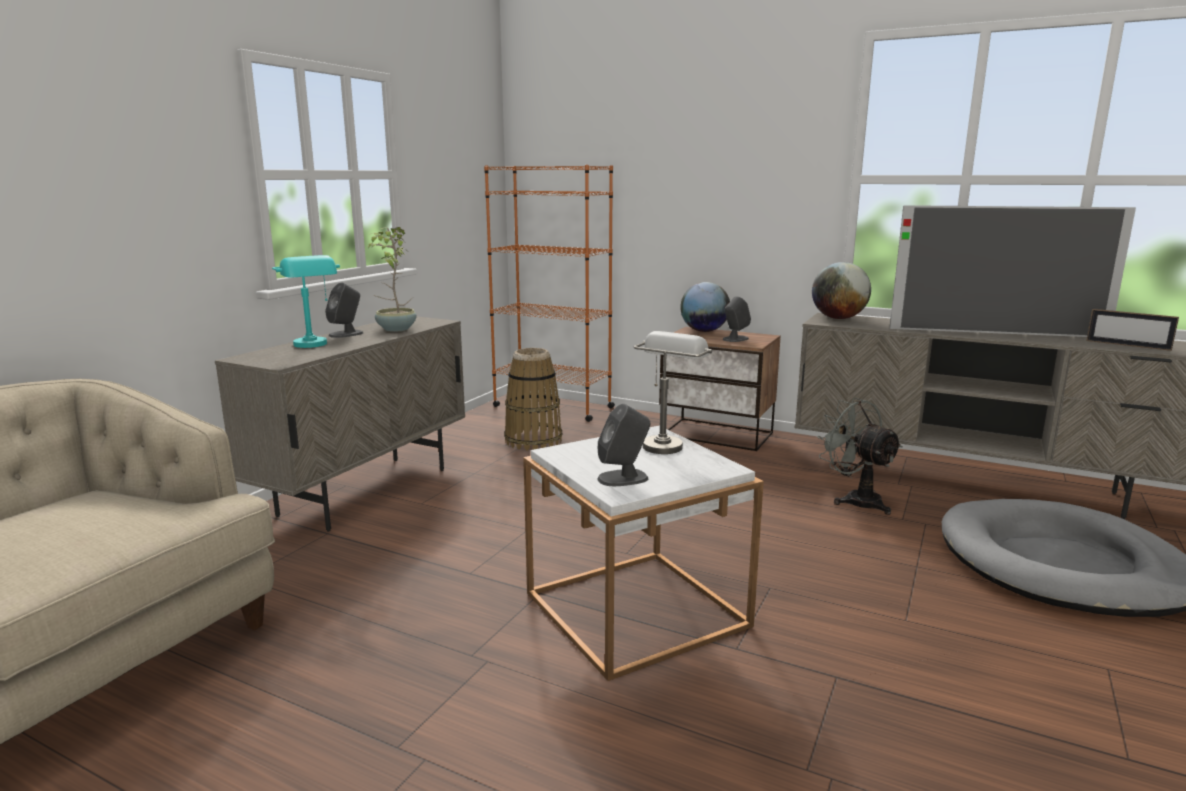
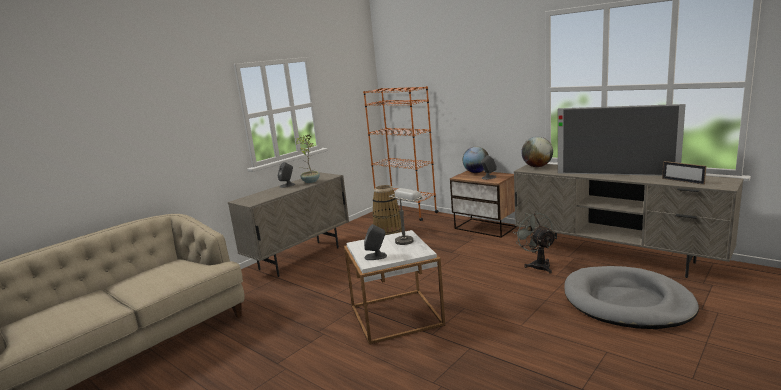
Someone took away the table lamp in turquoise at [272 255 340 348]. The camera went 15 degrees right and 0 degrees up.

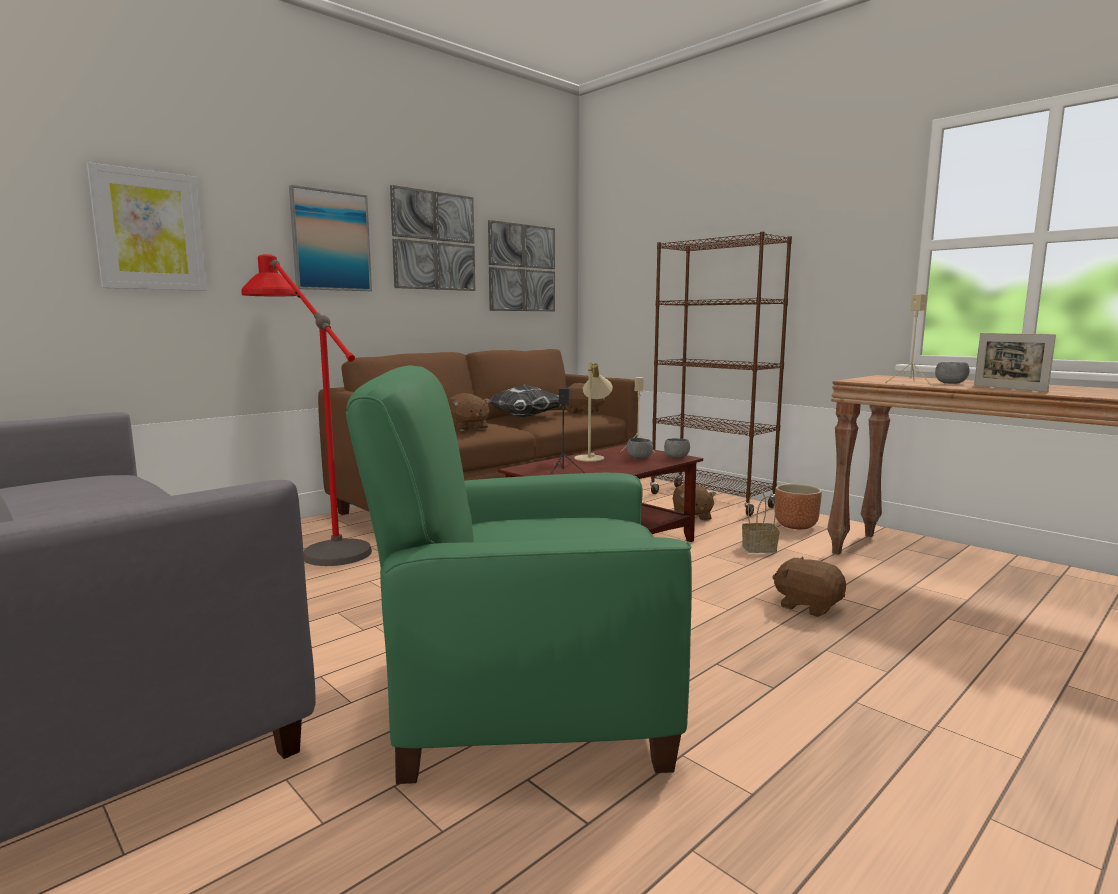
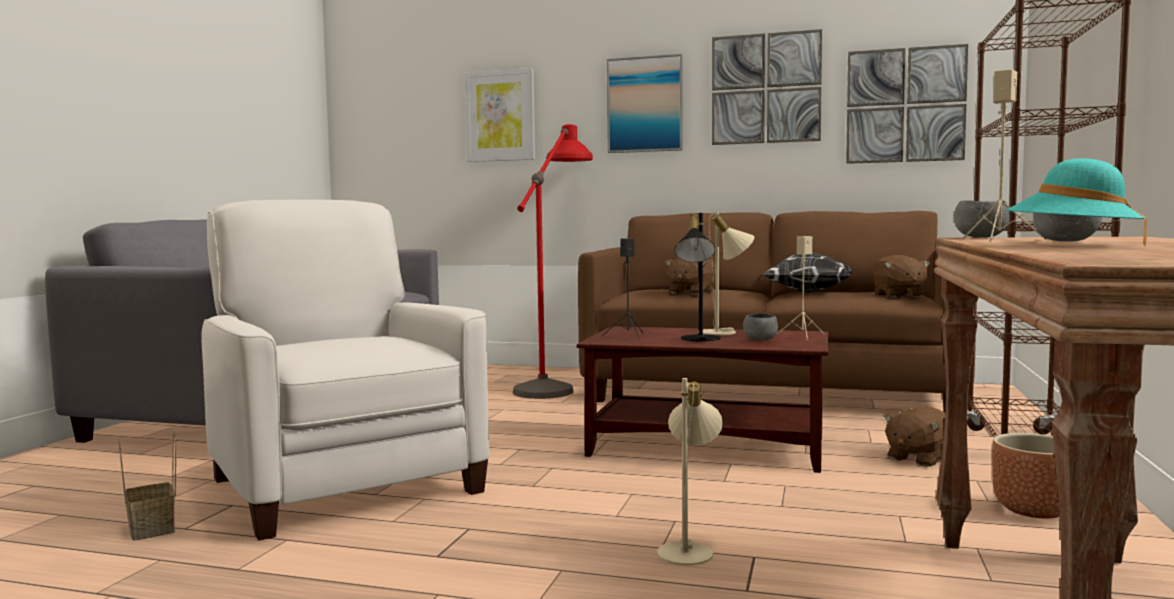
Someone swapped the picture frame at [974 333 1056 392] for the hat in turquoise at [1006 158 1147 246]. Someone repainted the armchair in green at [346 365 692 784], which became the armchair in white at [201 200 489 541]. Someone carried the bowl in grey from [664 438 690 458] to [954 200 1010 238]. Someone carried the basket from [742 489 780 553] to [118 431 176 540]. Someone swapped the plush toy in brown at [772 557 846 617] for the table lamp in beige at [657 378 723 565]. Someone put down the table lamp in black at [675 213 721 342]. The camera went 60 degrees right and 5 degrees down.

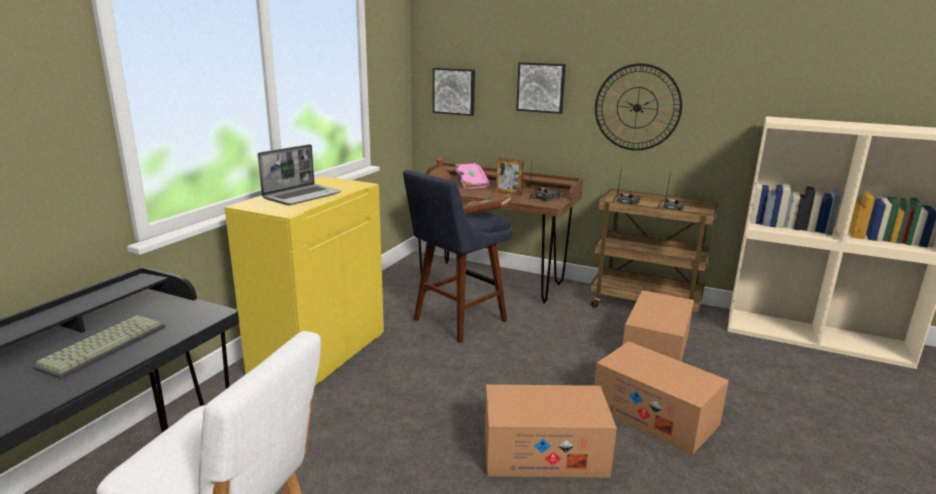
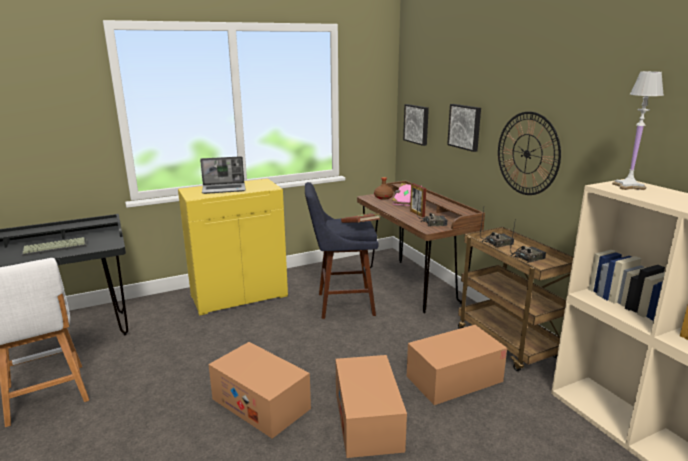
Someone put down the table lamp in white at [612 71 664 190]. The camera went 40 degrees right and 0 degrees up.

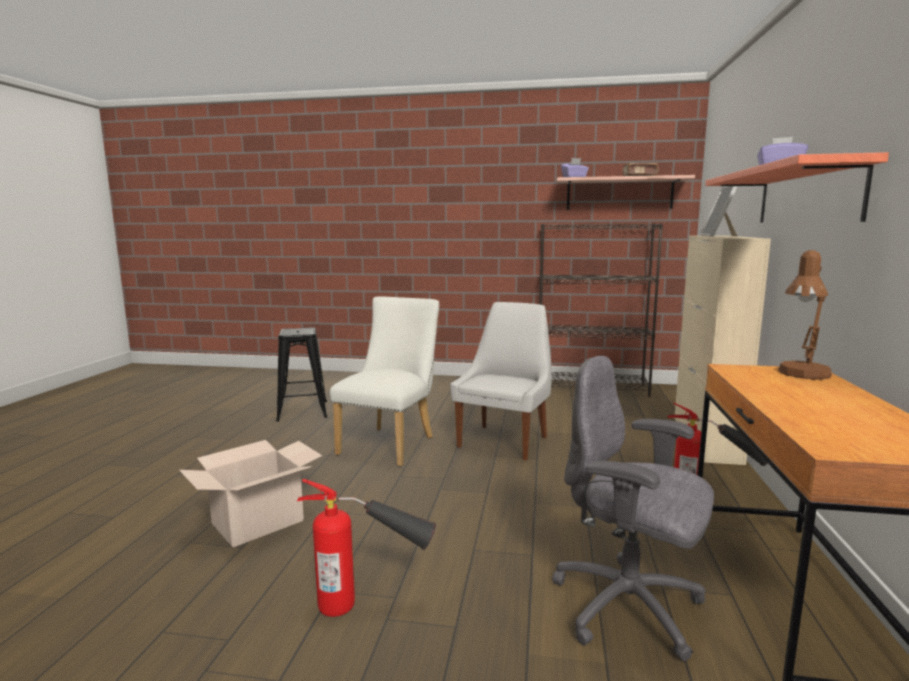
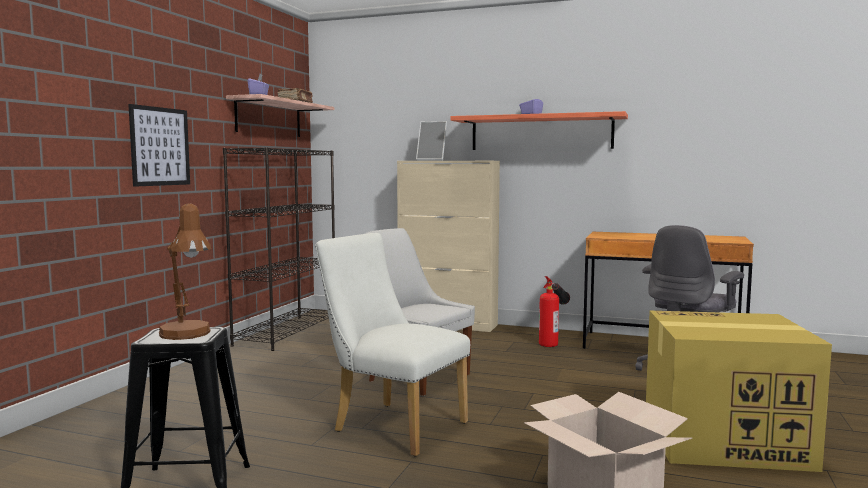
Someone carried the table lamp in brown from [779 250 832 380] to [159 203 211 340]. Someone swapped the fire extinguisher at [297 479 436 617] for the cardboard box at [646 311 832 472]. Someone put up the picture at [128 104 190 187]. The camera went 80 degrees left and 5 degrees down.

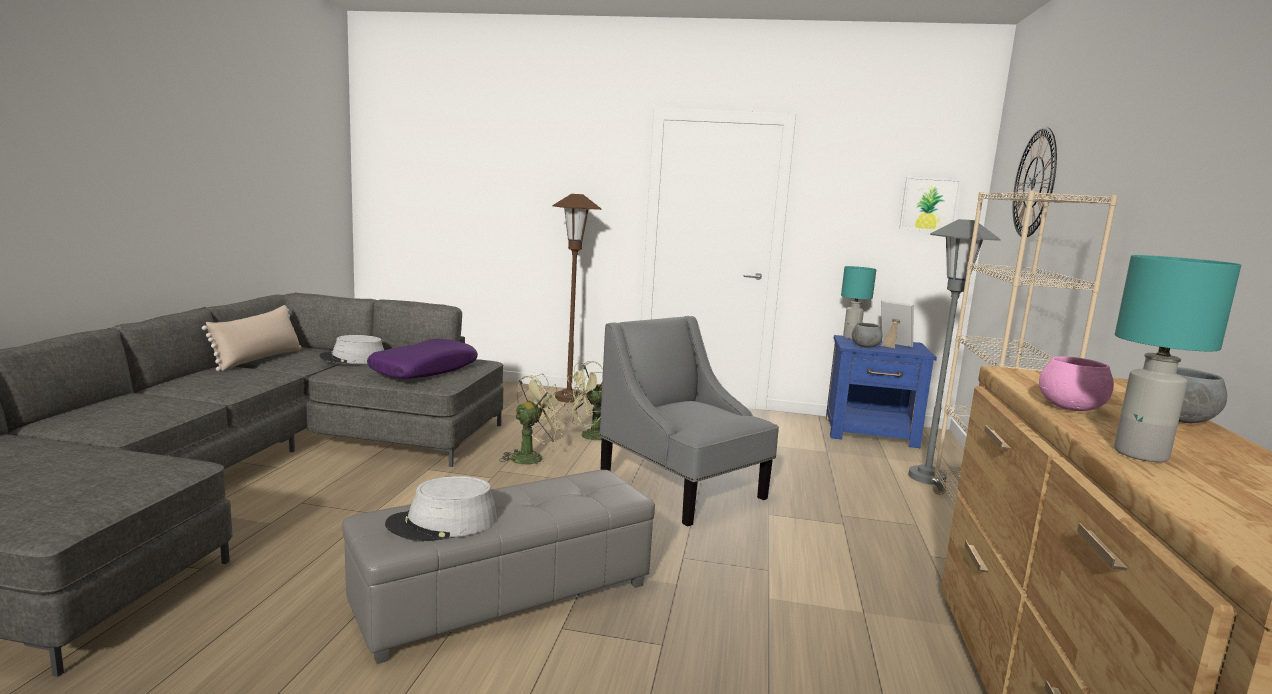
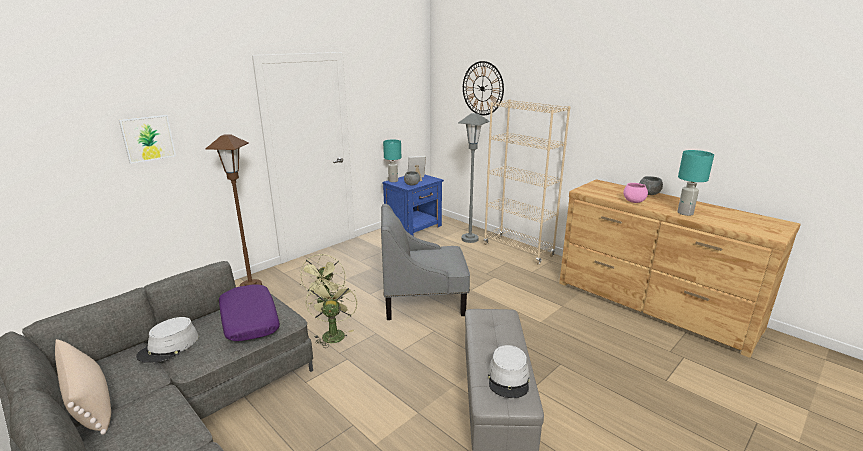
Someone carried the picture from [899 177 961 231] to [119 115 176 164]. The camera went 55 degrees left and 10 degrees up.

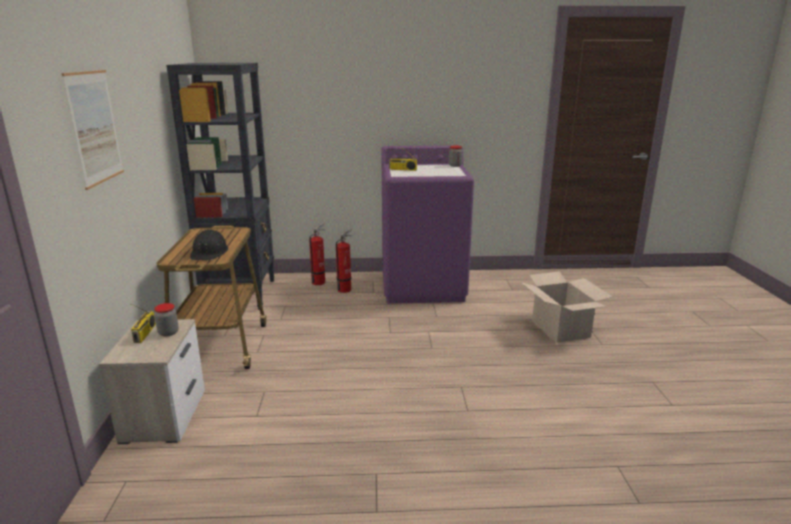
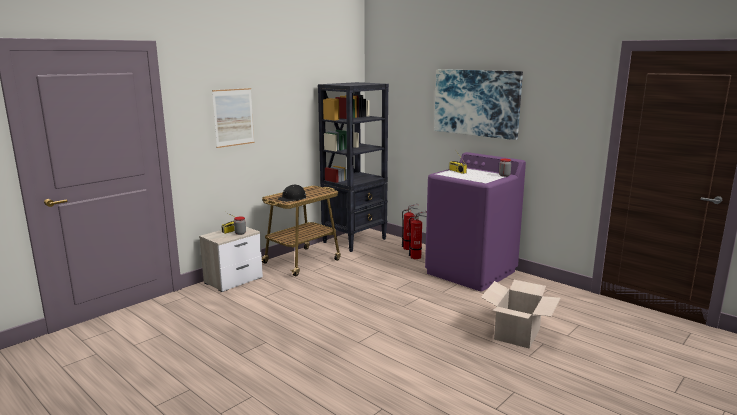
Someone put up the picture at [434 69 523 140]. The camera went 45 degrees right and 5 degrees down.

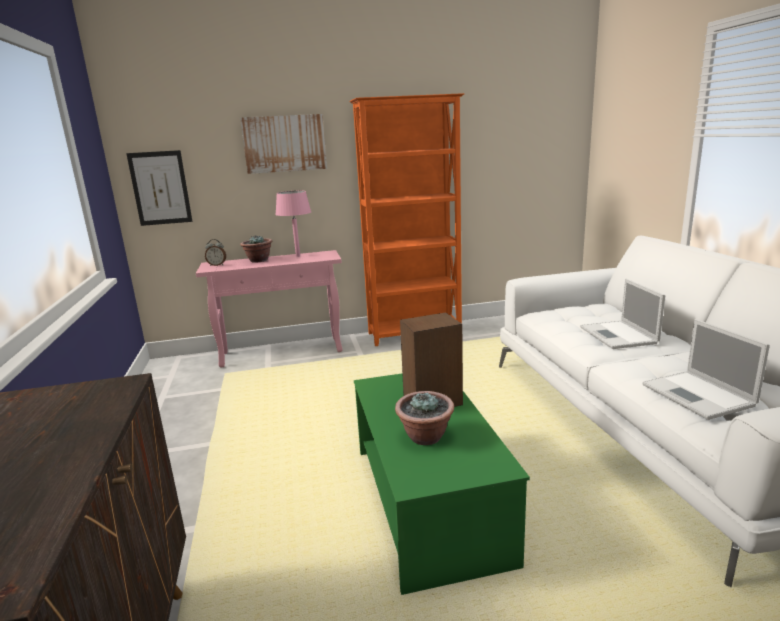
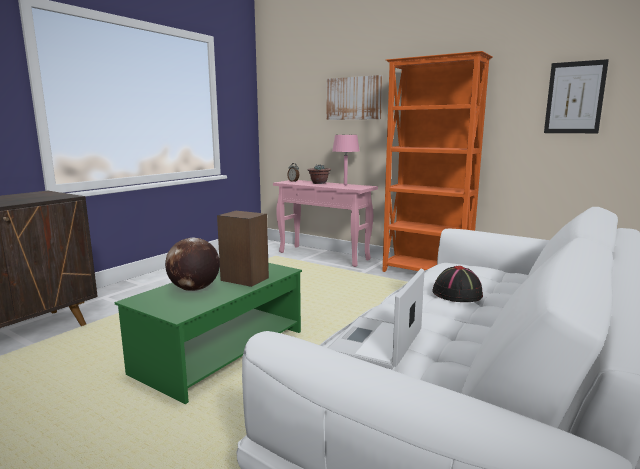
Someone carried the picture from [126 150 192 226] to [544 59 609 133]. Someone swapped the laptop at [580 279 665 349] for the hat in black at [432 266 483 302]. Someone swapped the potted plant at [395 391 454 445] for the globe at [165 238 220 291]. The camera went 45 degrees right and 5 degrees down.

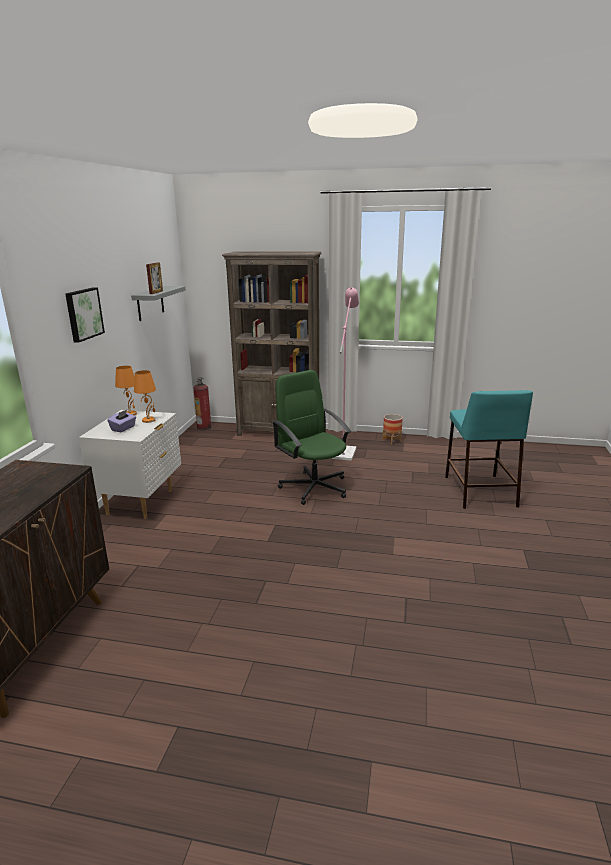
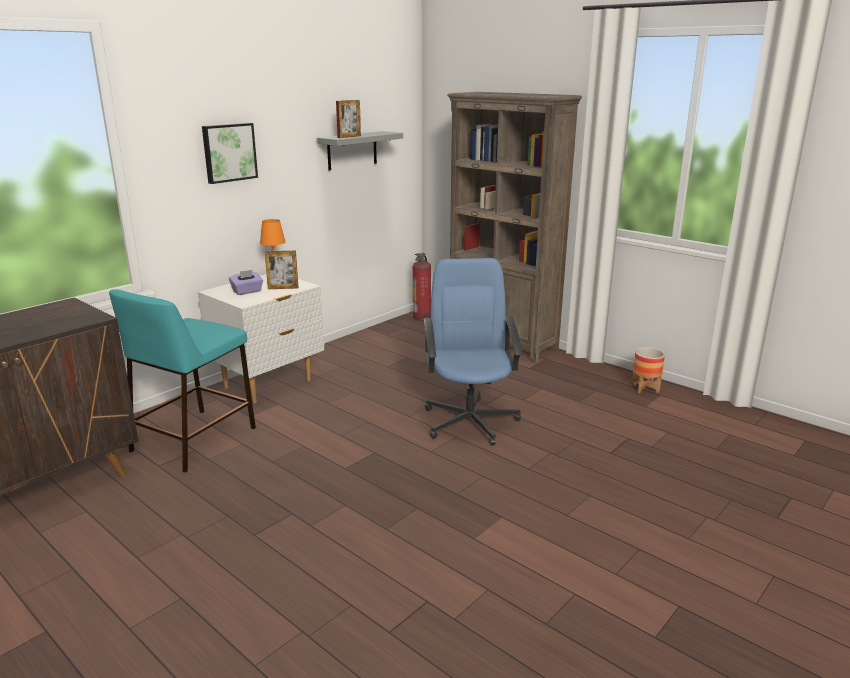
Someone took away the floor lamp in pink at [332 287 359 461]. Someone swapped the table lamp in orange at [134 370 156 423] for the picture frame at [265 251 298 289]. Someone repainted the office chair in green at [272 370 351 505], which became the office chair in blue at [424 258 523 446]. Someone carried the stool in turquoise from [445 390 533 509] to [109 289 256 472]. The camera went 30 degrees right and 0 degrees up.

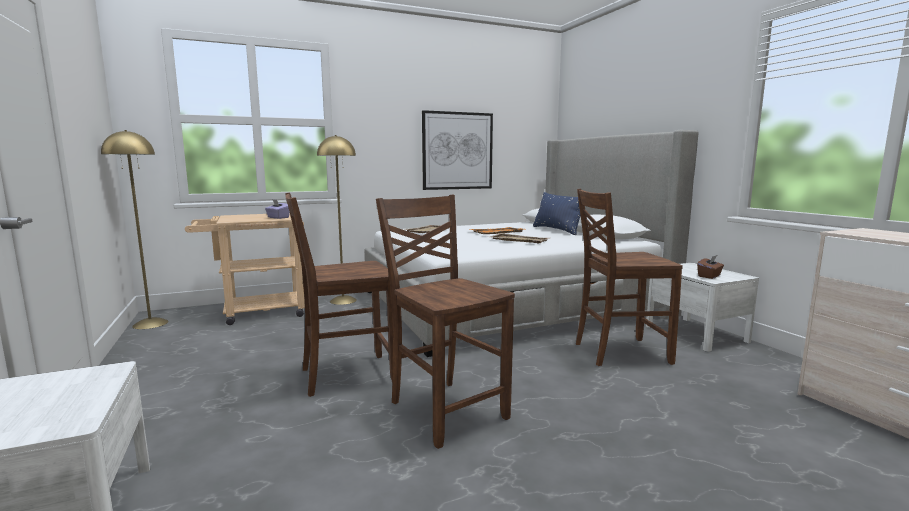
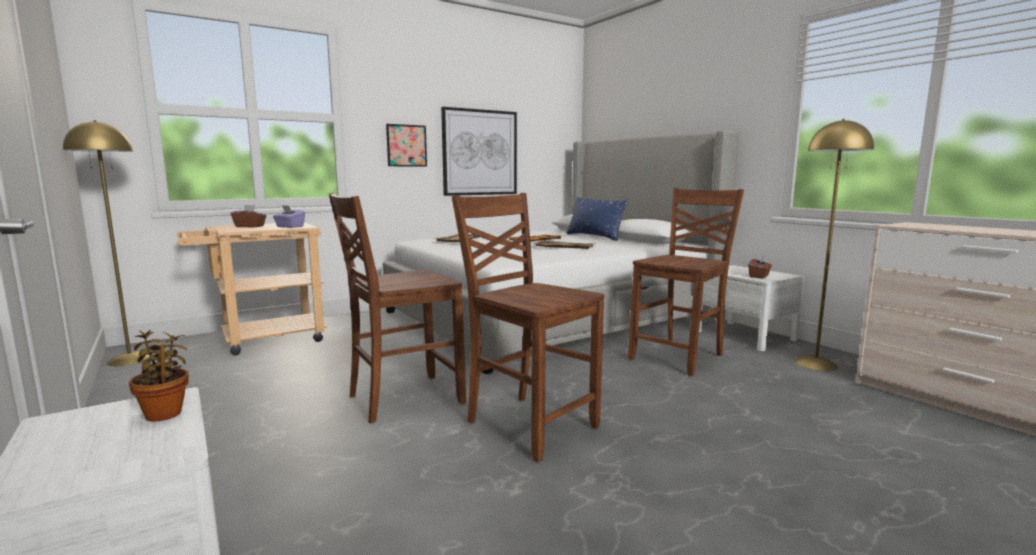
Someone carried the floor lamp in yellow from [317 135 357 305] to [794 119 874 371]. Someone rotated the chair in brown at [576 189 683 366] by 150 degrees clockwise. Someone put up the picture at [386 124 427 167]. Someone put down the tissue box in brown at [231 205 266 228]. Someone put down the potted plant at [129 330 189 422]. The camera went 10 degrees left and 0 degrees up.

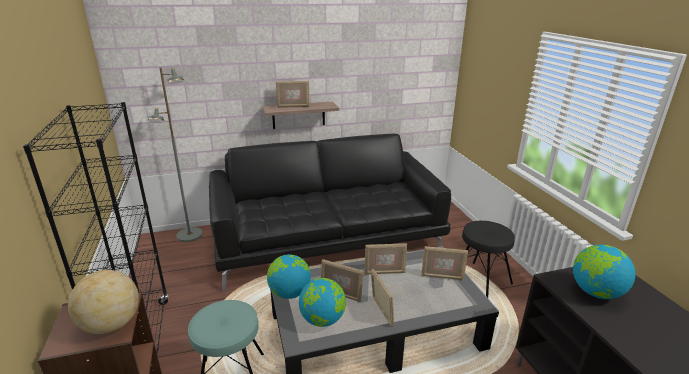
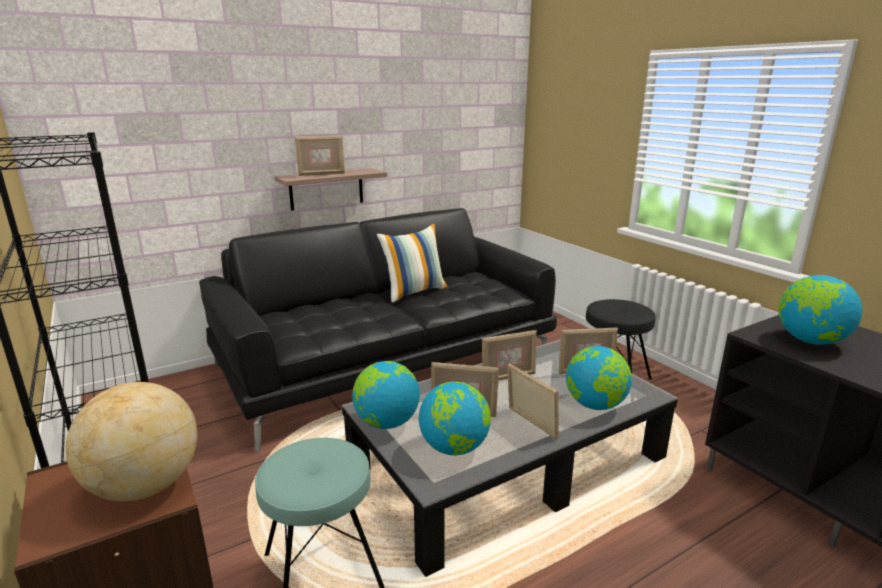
Someone took away the floor lamp in grey at [148 67 203 242]. Someone put down the pillow at [377 223 448 303]. Someone put down the globe at [566 346 632 410]. The camera went 15 degrees left and 5 degrees down.

